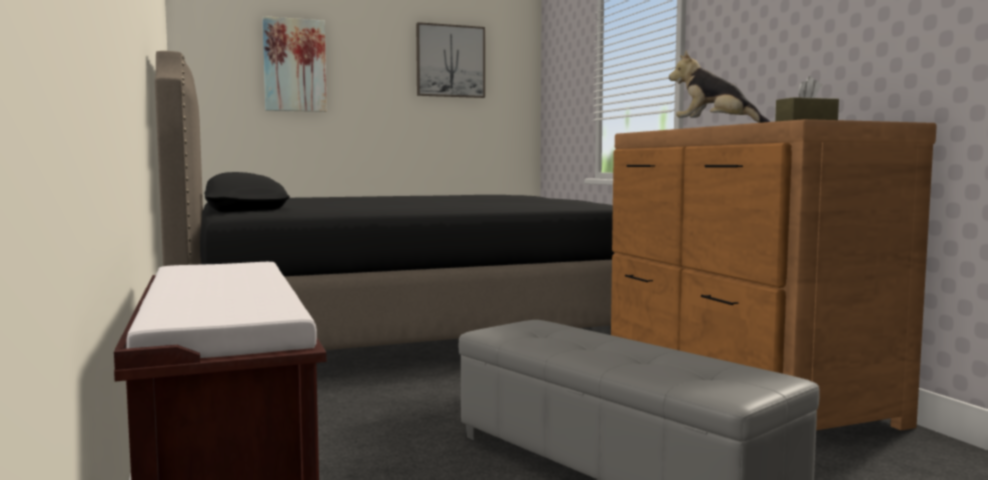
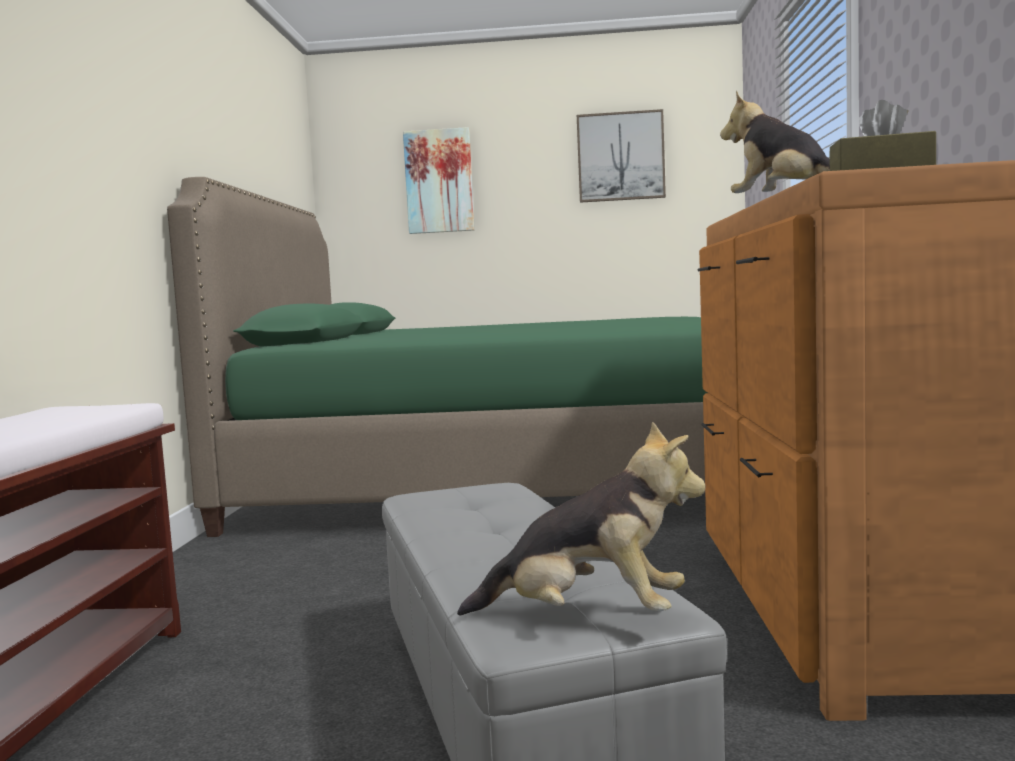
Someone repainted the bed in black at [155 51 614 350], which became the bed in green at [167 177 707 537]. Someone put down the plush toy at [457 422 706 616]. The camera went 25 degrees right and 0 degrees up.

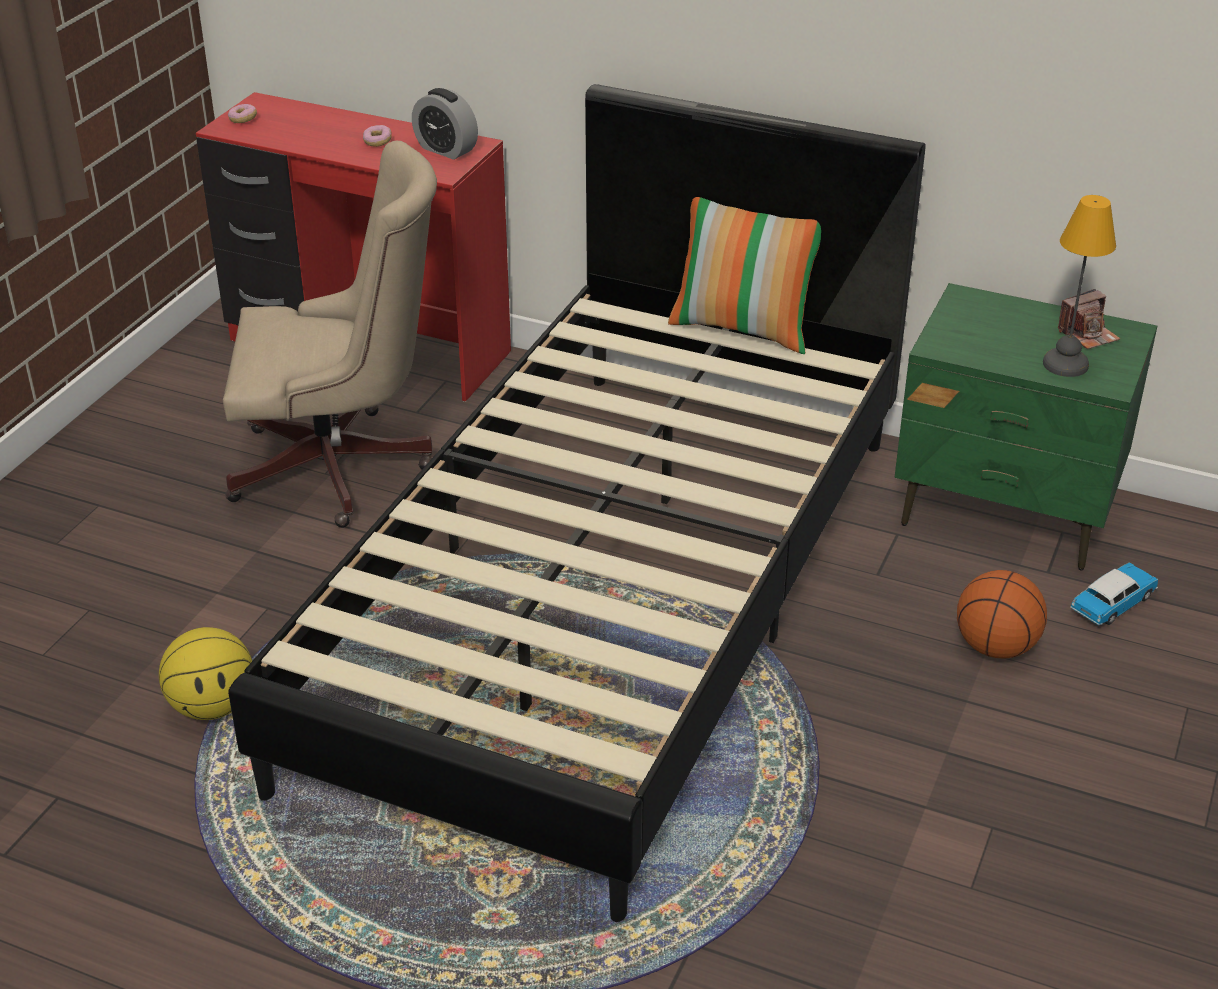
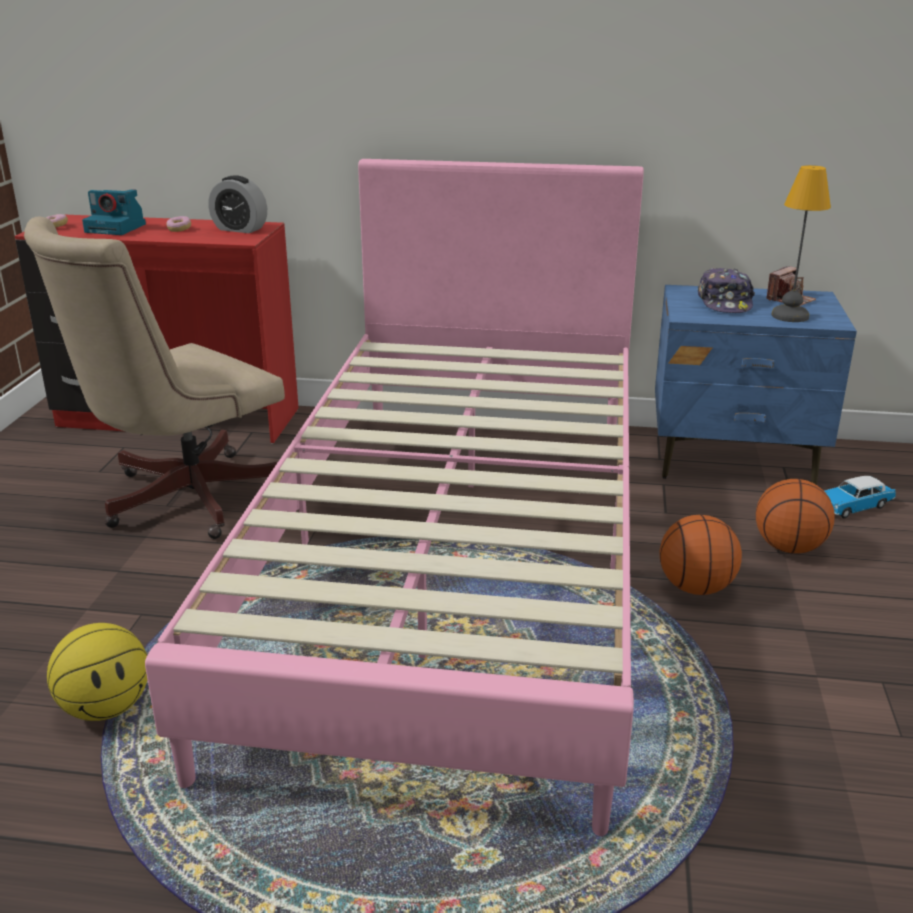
Someone repainted the bed in black at [228 84 926 922], which became the bed in pink at [145 159 644 836]. Someone rotated the office chair in beige at [223 141 437 528] by 150 degrees clockwise. Someone took away the pillow at [668 197 821 354]. Someone repainted the nightstand in green at [895 283 1157 570], which became the nightstand in blue at [655 285 857 485]. Someone rotated the toy car at [1070 562 1158 625] by 150 degrees counterclockwise. Someone put down the photo camera at [82 189 146 235]. Someone put down the cap at [698 268 755 313]. Someone put down the basketball at [660 515 742 595]. The camera went 15 degrees left and 10 degrees down.

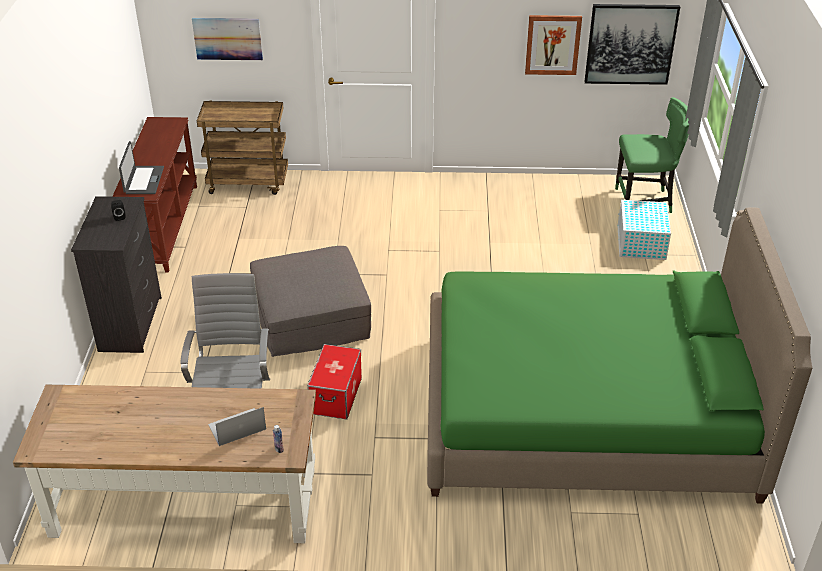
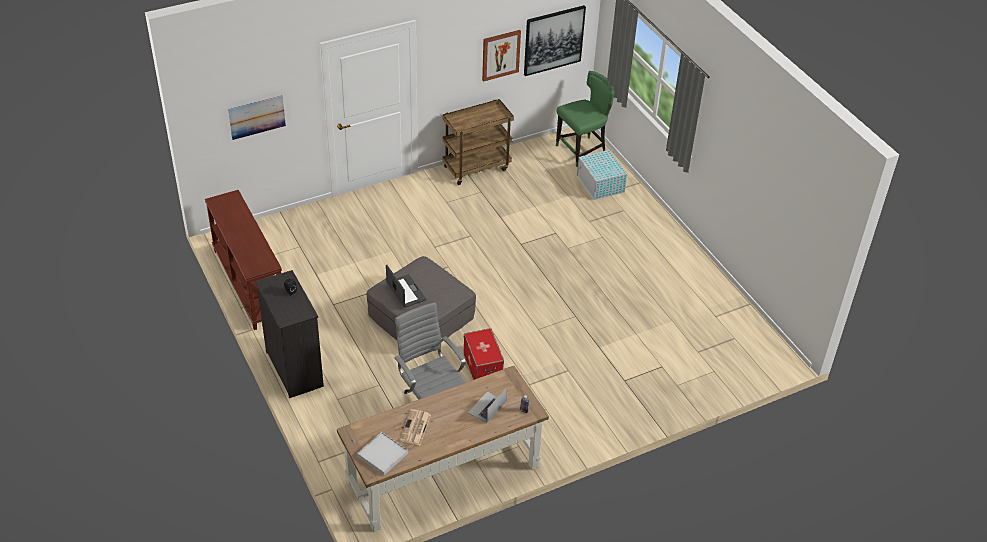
Someone carried the cart in brown from [197 100 288 195] to [442 99 514 185]. Someone carried the laptop from [119 141 164 194] to [386 265 427 308]. Someone took away the bed in green at [427 208 812 503]. Someone put down the newspaper at [399 409 431 445]. Someone put down the tray in white at [357 432 408 475]. The camera went 30 degrees left and 5 degrees up.

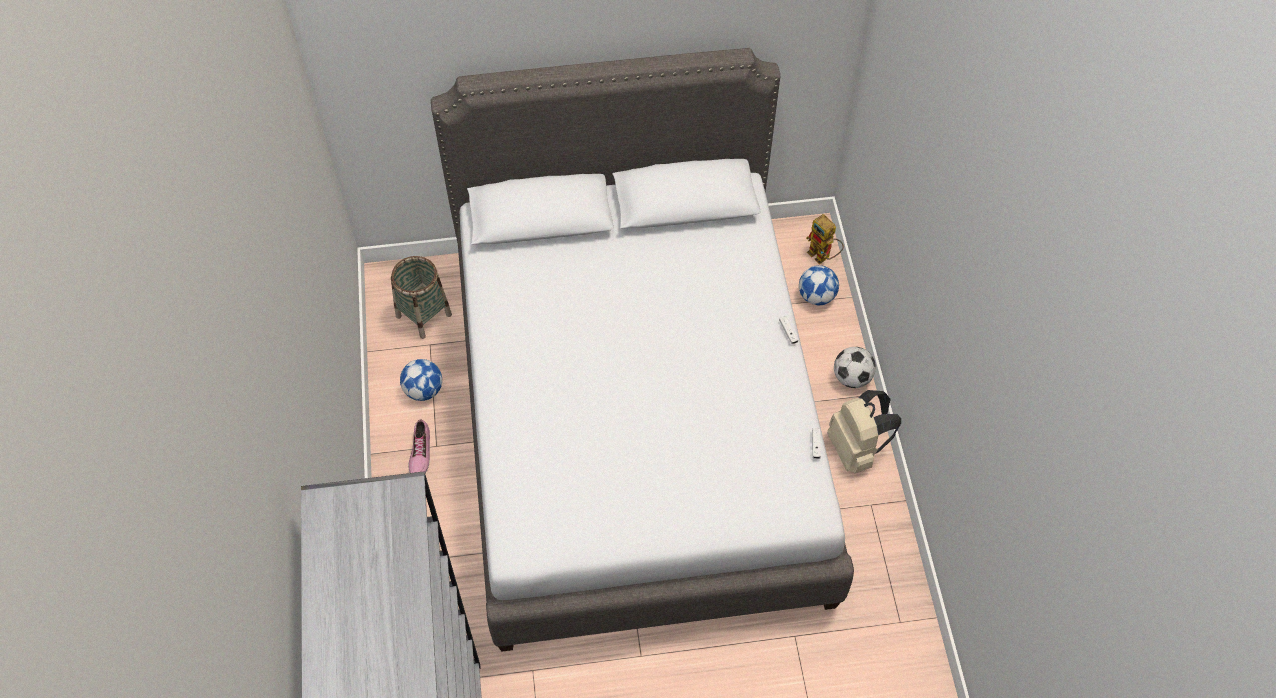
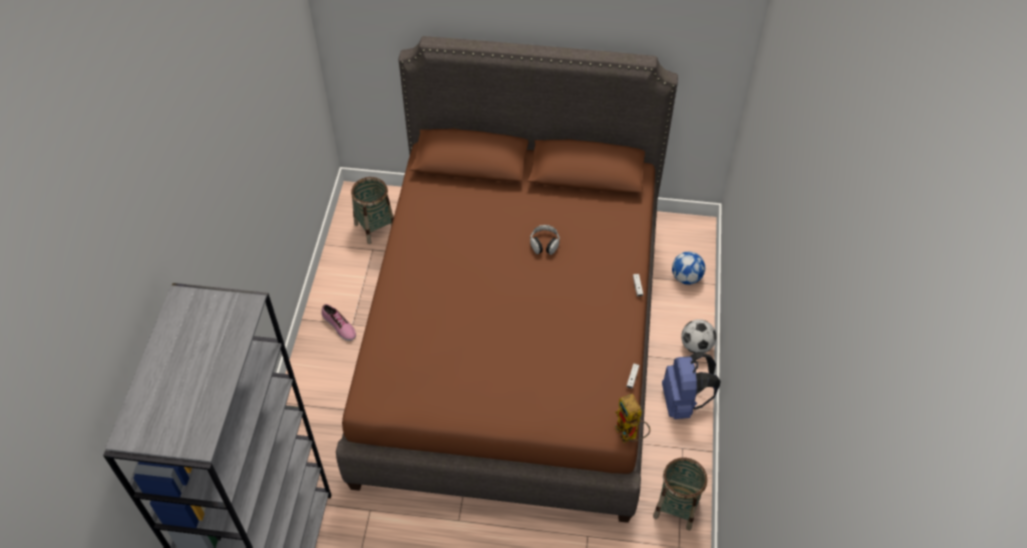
Someone repainted the bed in grey at [431 48 854 652], which became the bed in brown at [336 36 678 523]. Someone carried the toy robot from [806 214 844 264] to [614 394 650 443]. Someone took away the football at [400 359 442 401]. Someone repainted the backpack in beige at [827 390 901 474], which became the backpack in blue at [662 352 720 419]. Someone rotated the shoe at [408 420 430 473] by 60 degrees counterclockwise. Someone put down the headphones at [530 225 560 255]. Someone put down the basket at [653 457 708 530]. The camera went 15 degrees right and 5 degrees down.

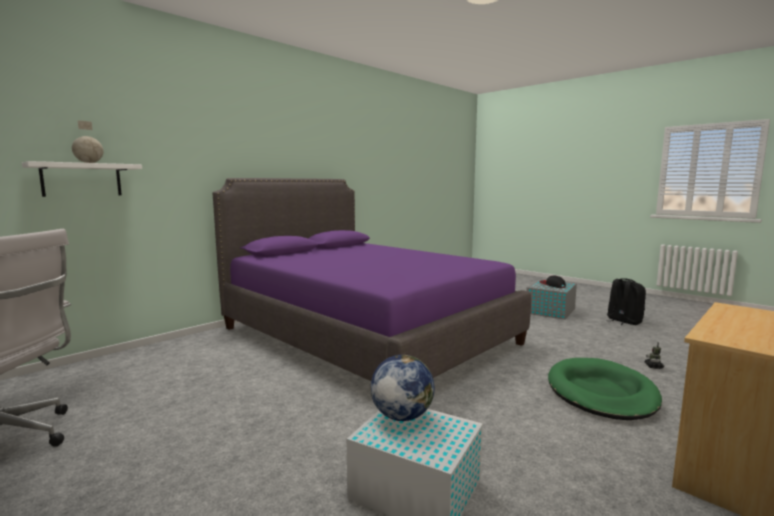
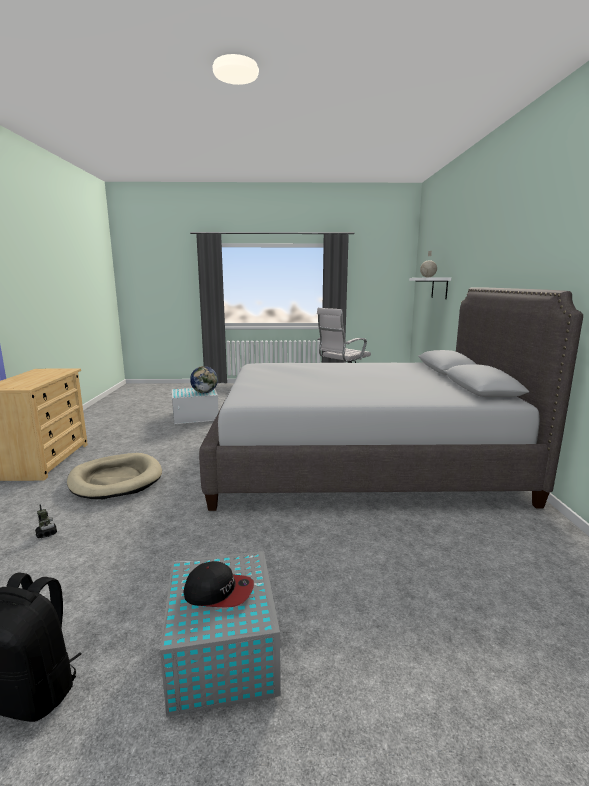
Someone repainted the bed in purple at [213 178 531 381], which became the bed in grey at [199 287 583 511]. Someone repainted the dog bed in green at [548 358 662 420], which became the dog bed in beige at [67 453 162 499]. The camera went 135 degrees right and 5 degrees up.

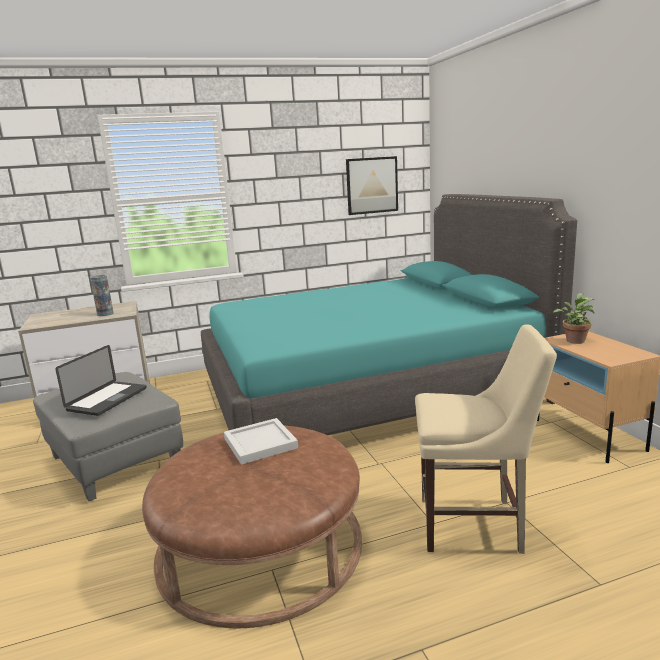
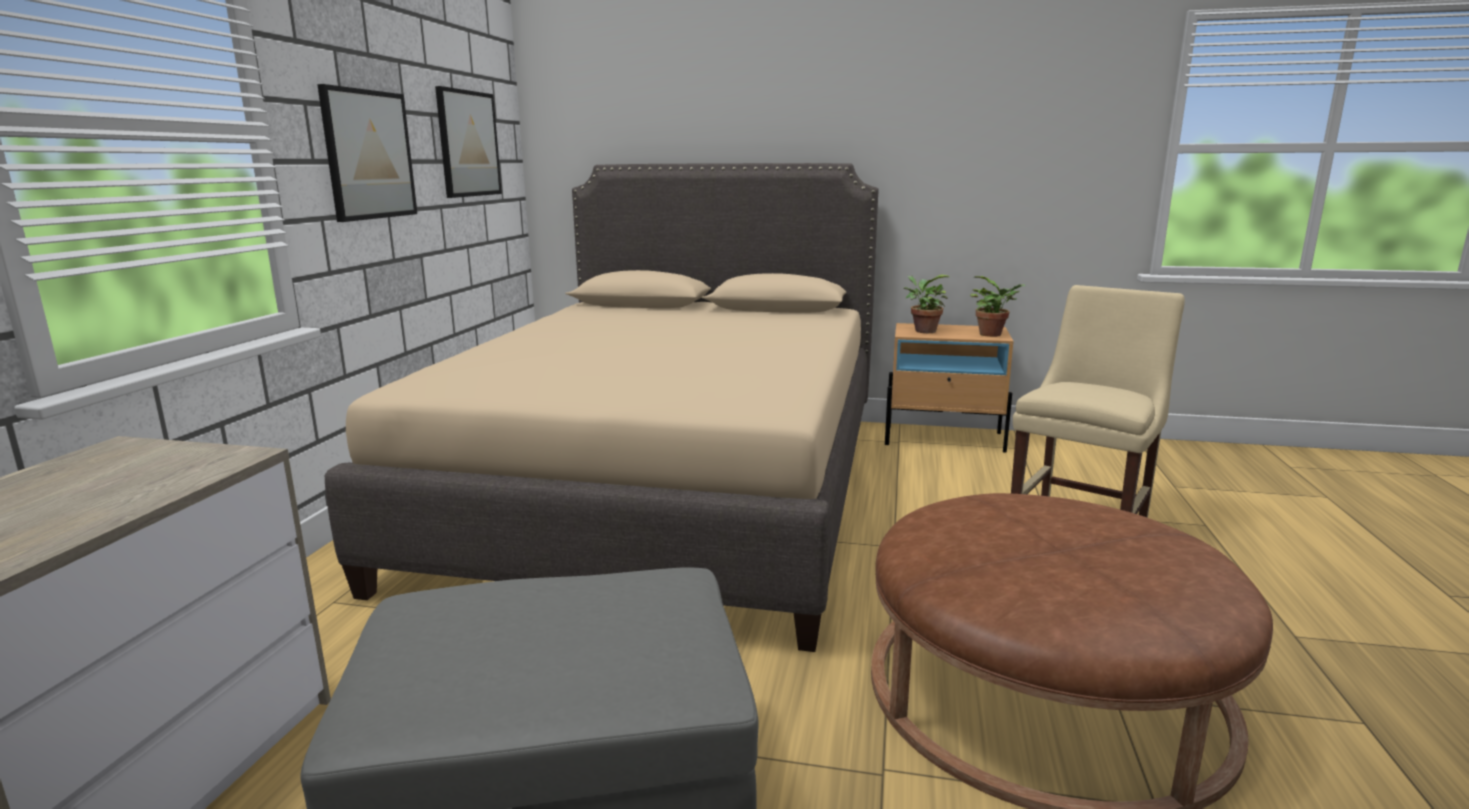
Someone repainted the bed in turquoise at [201 194 577 435], which became the bed in beige at [325 163 879 652]. Someone took away the vase at [90 275 114 316]. Someone took away the laptop at [55 345 147 416]. Someone took away the tray in white at [224 418 298 465]. Someone put up the picture at [317 84 417 222]. Someone put down the potted plant at [970 276 1025 337]. The camera went 60 degrees left and 0 degrees up.

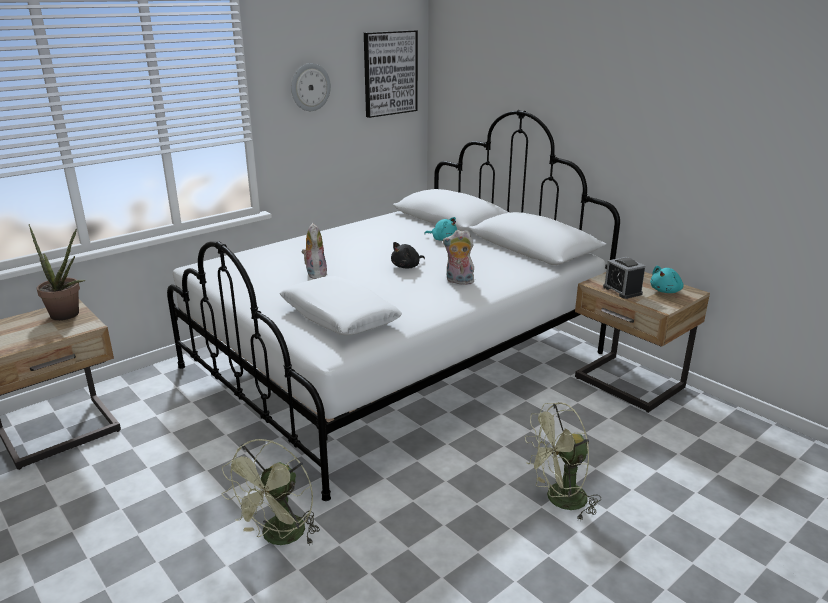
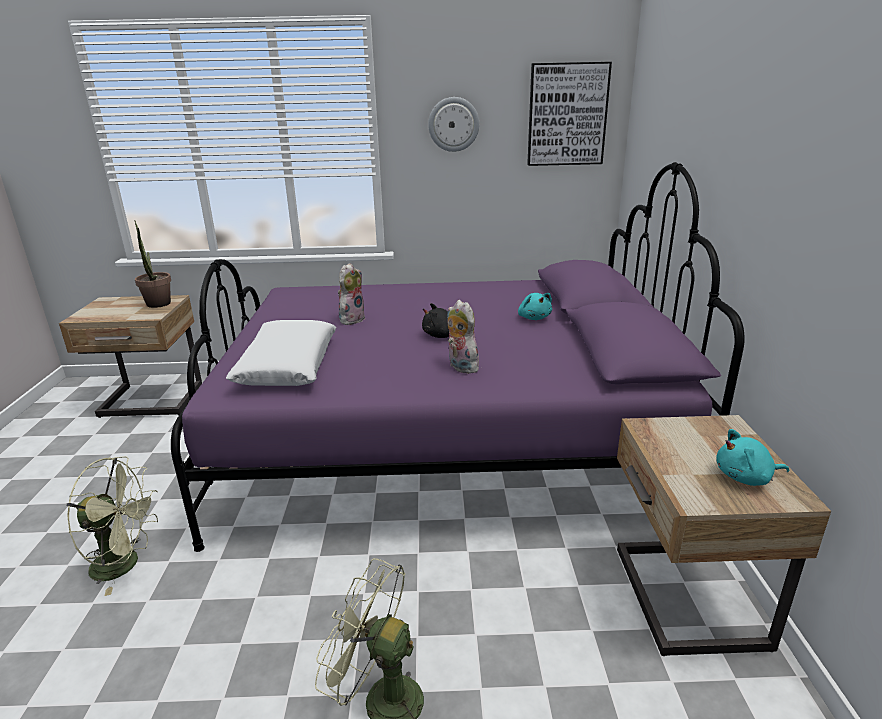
Someone repainted the bed in white at [167 110 620 501], which became the bed in purple at [171 162 745 552]. Someone took away the alarm clock at [603 257 645 299]. Someone rotated the fan in green at [221 439 320 546] by 150 degrees counterclockwise. The camera went 40 degrees right and 0 degrees up.

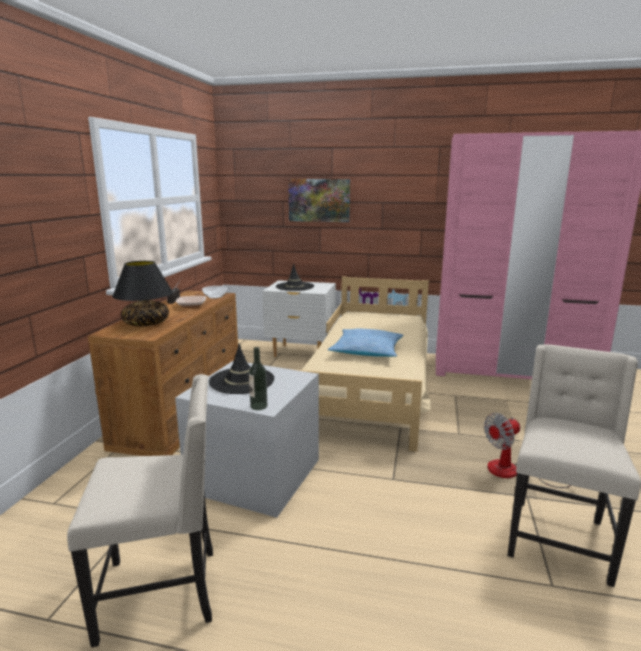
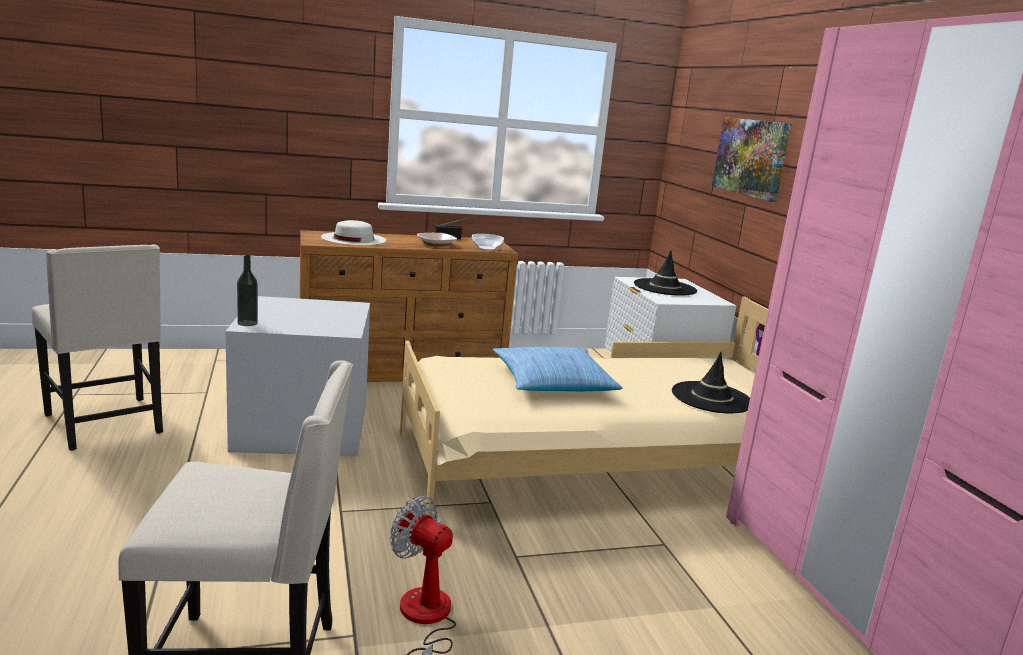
Someone swapped the table lamp in black at [112 261 173 326] for the hat in white at [321 220 386 245]. Someone carried the hat in black from [209 343 274 394] to [672 352 750 413]. The camera went 60 degrees right and 0 degrees up.

